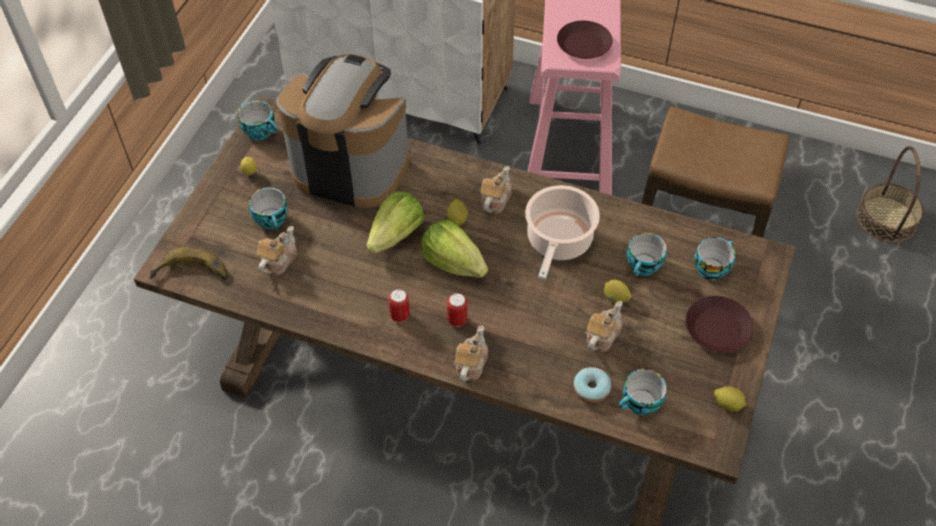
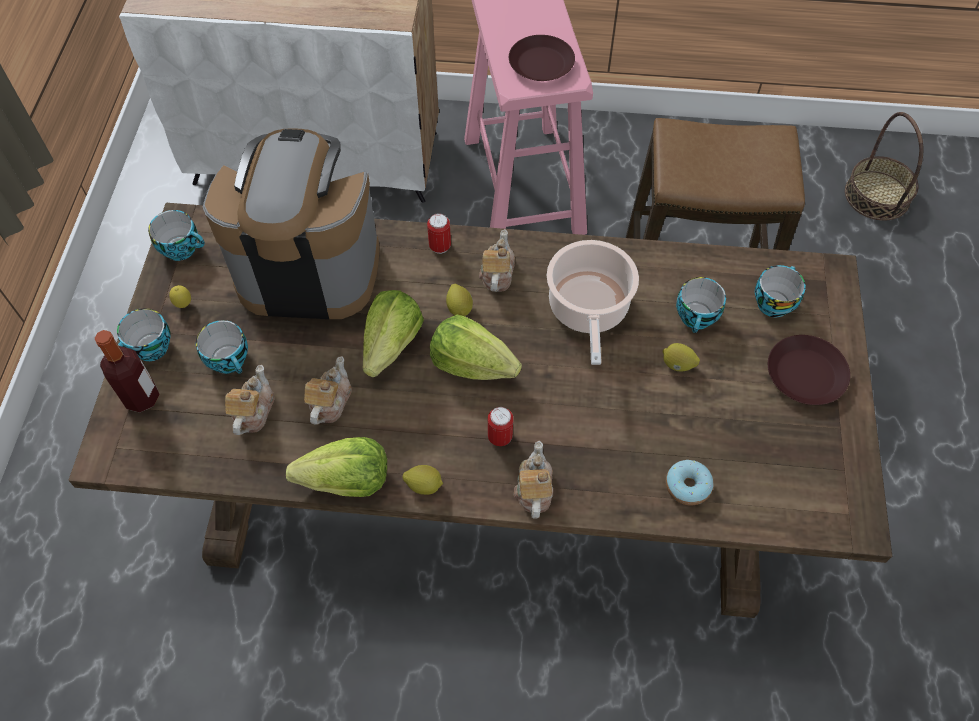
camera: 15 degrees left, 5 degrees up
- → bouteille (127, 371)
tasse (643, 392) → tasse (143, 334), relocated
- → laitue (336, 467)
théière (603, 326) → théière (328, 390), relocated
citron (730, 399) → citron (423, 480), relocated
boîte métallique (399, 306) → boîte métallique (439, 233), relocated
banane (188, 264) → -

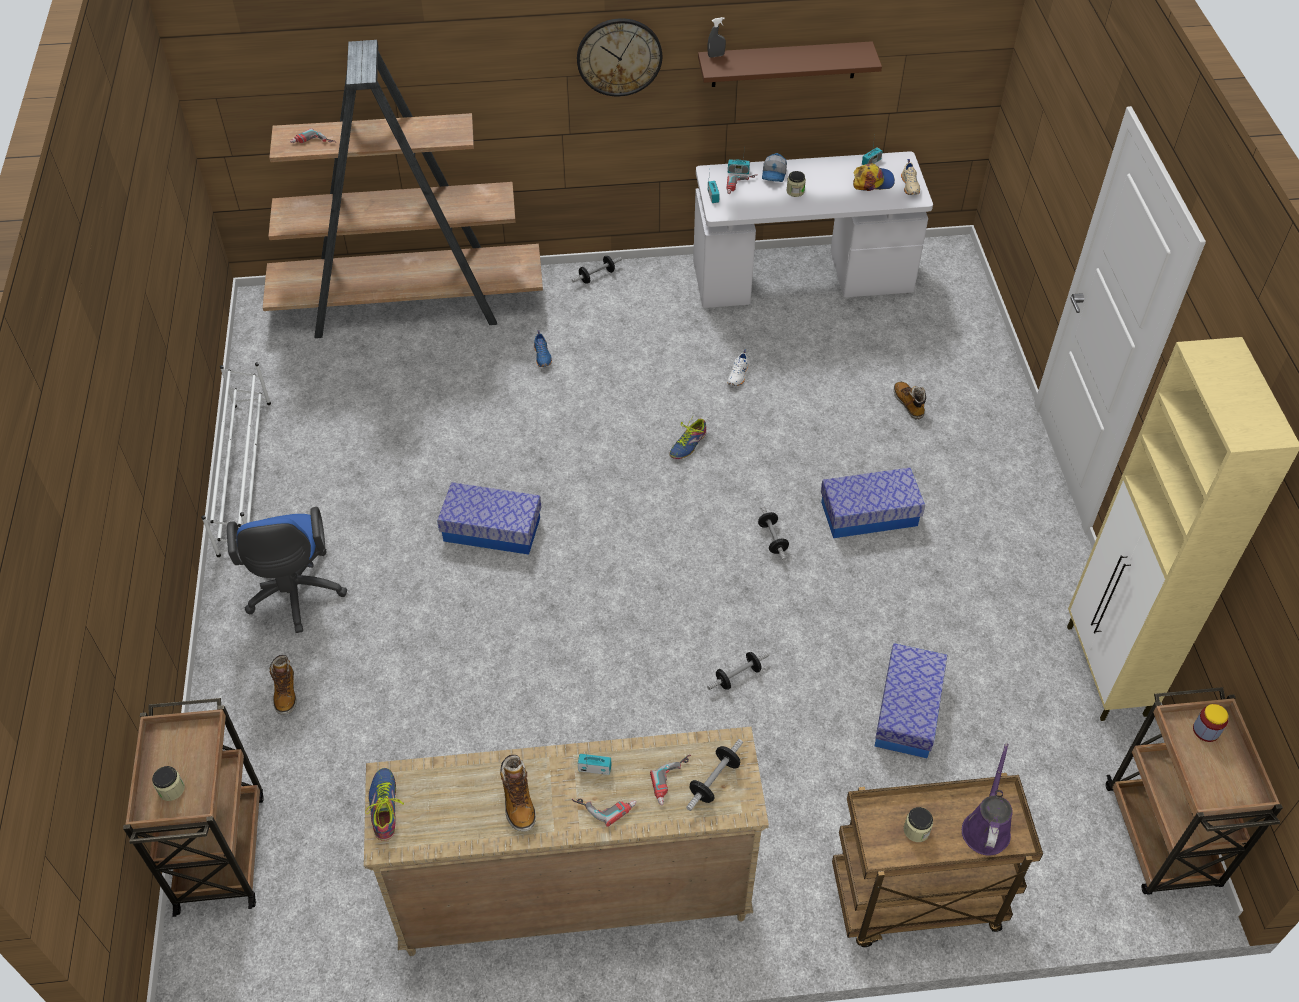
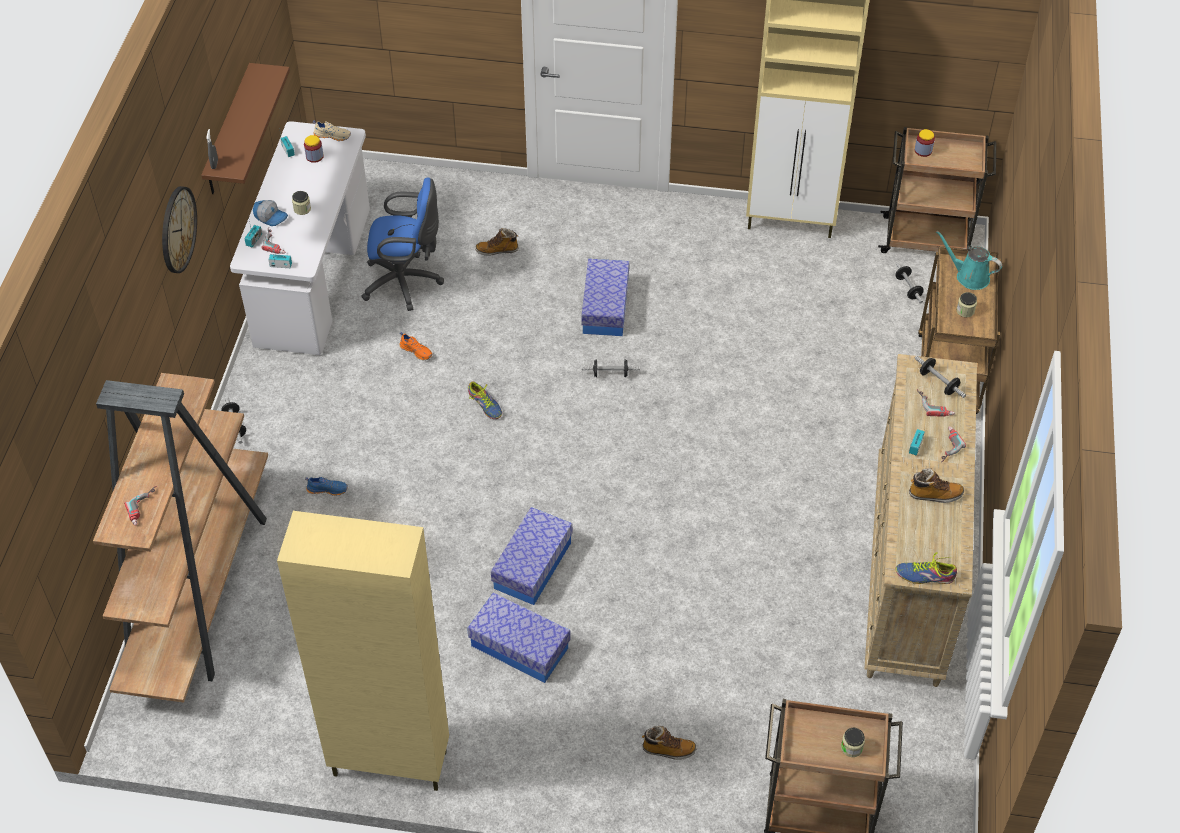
camera: 75 degrees left, 0 degrees up
étagère à chaussures/blanc (236, 459) → meuble de rangement/beige (363, 651)
casquette (874, 177) → bocal (314, 149)
chaise de bureau/bleu (287, 570) → chaise de bureau/bleu (402, 244), relocated
chaussure/blanc (738, 367) → chaussure/orange (415, 346)
boîte de rangement (910, 700) → boîte de rangement (519, 638), relocated
haltère (738, 671) → haltère (909, 283), relocated
arrosoir/violet (987, 799) → arrosoir/turquoise (969, 260)

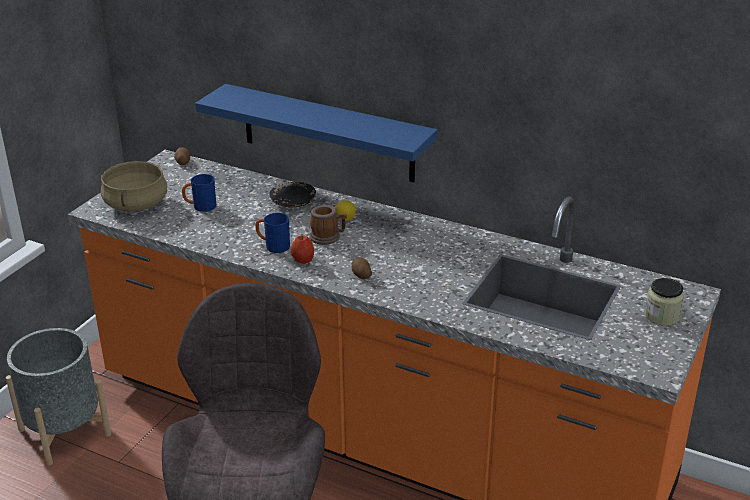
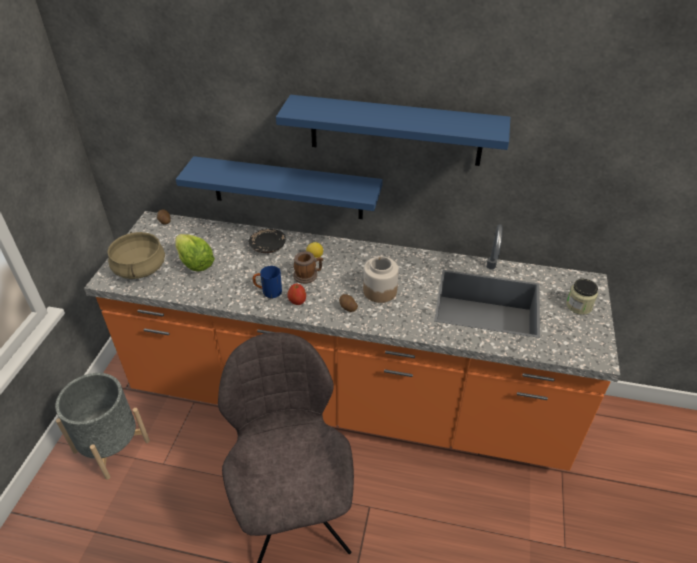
camera: 15 degrees left, 10 degrees up
mug/bleu (199, 193) → laitue (195, 252)
- → étagère/bleu (393, 130)
- → bocal (381, 279)

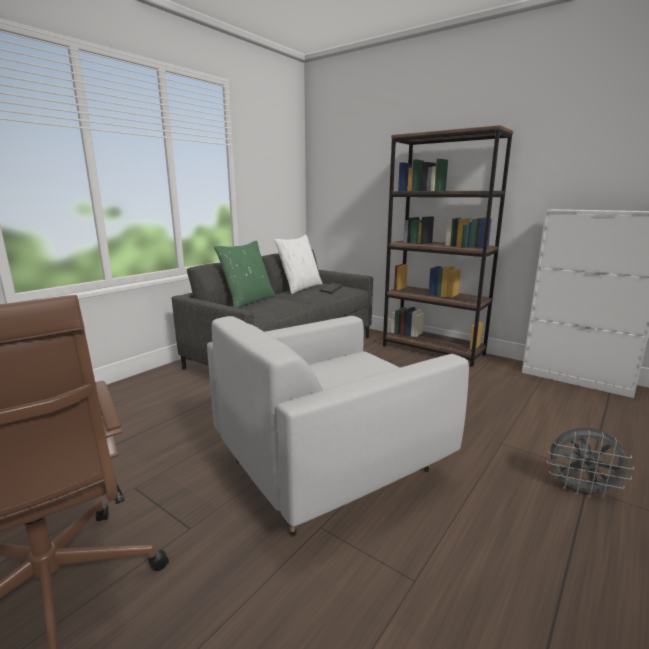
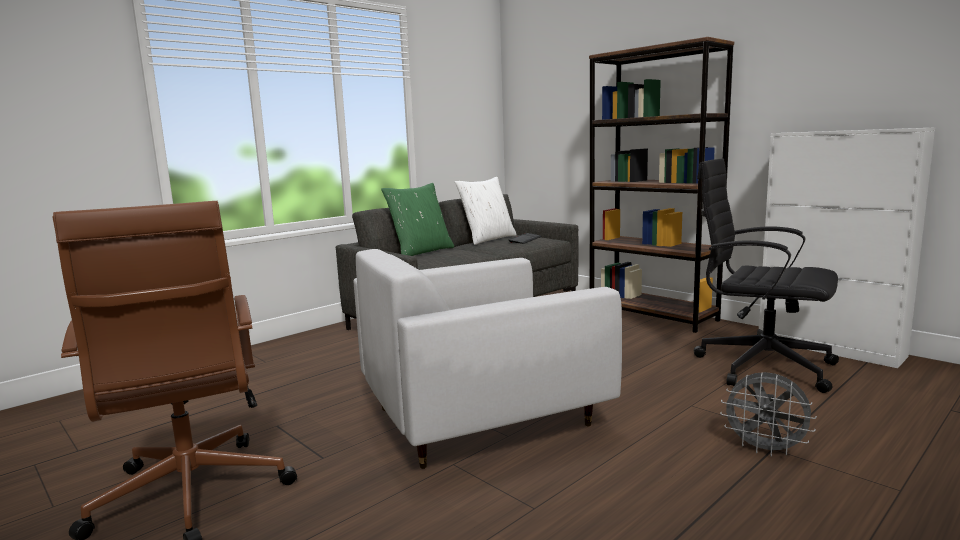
camera: 10 degrees right, 5 degrees down
- → chaise de bureau/noir (766, 275)

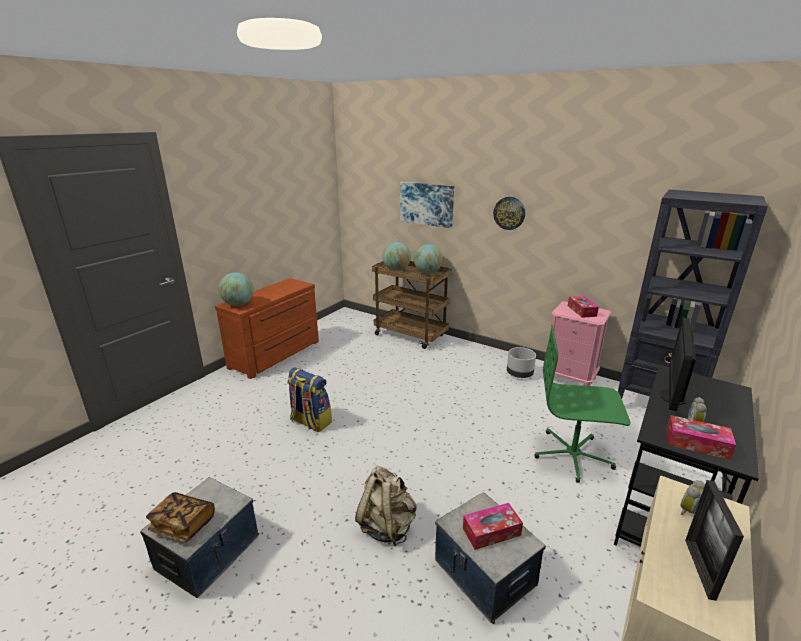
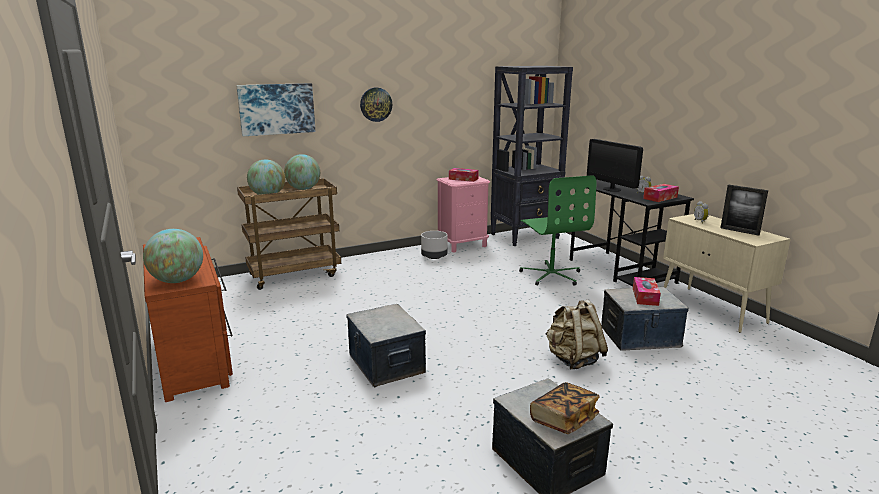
camera: 60 degrees left, 5 degrees down
sac à dos (309, 400) → boîte de rangement (386, 345)
chaise de bureau/vert (582, 404) → chaise de bureau/vert (557, 230), 60 degrees counterclockwise

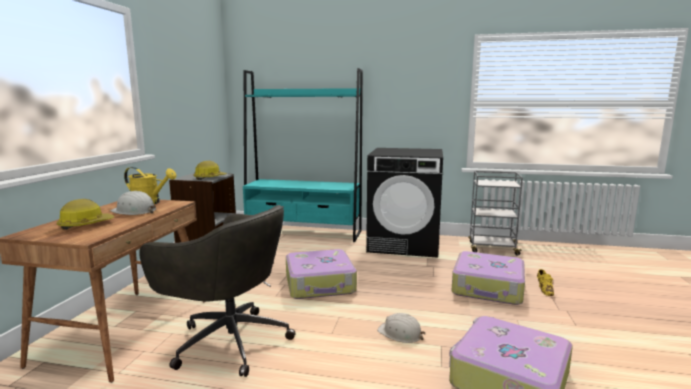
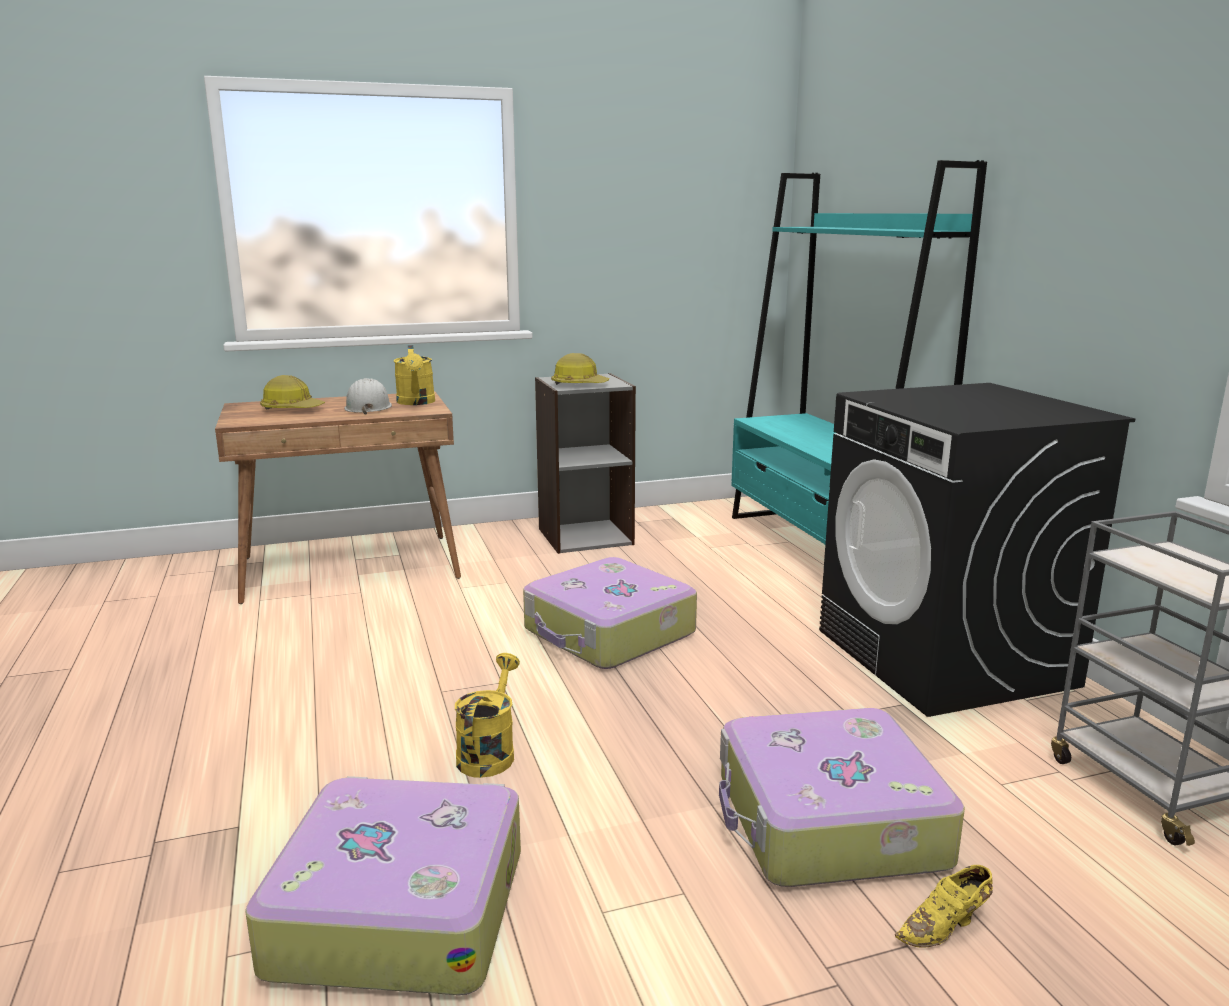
camera: 60 degrees right, 5 degrees up
casque de chantier/blanc (401, 328) → arrosoir/jaune (487, 715)
chaise de bureau/gris (217, 291) → -

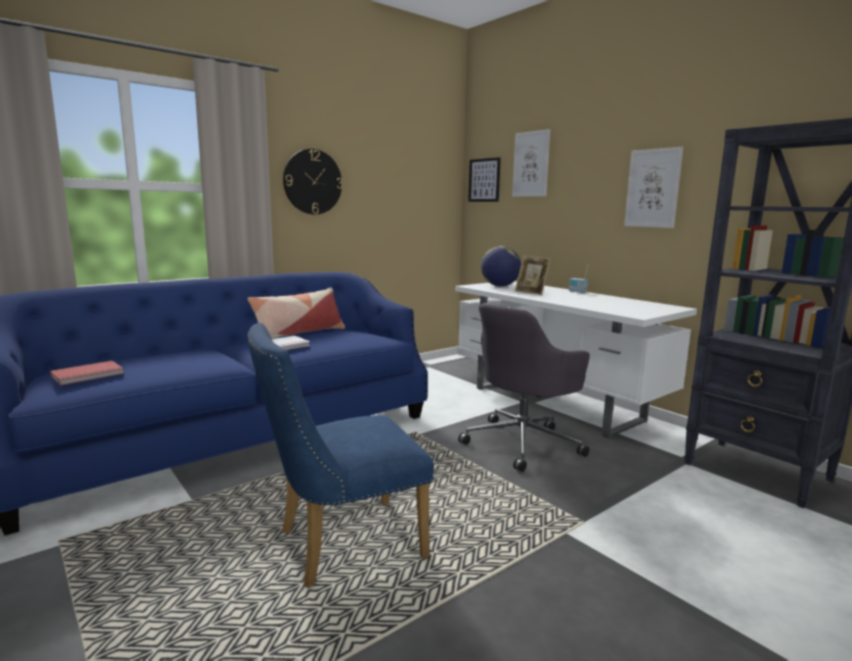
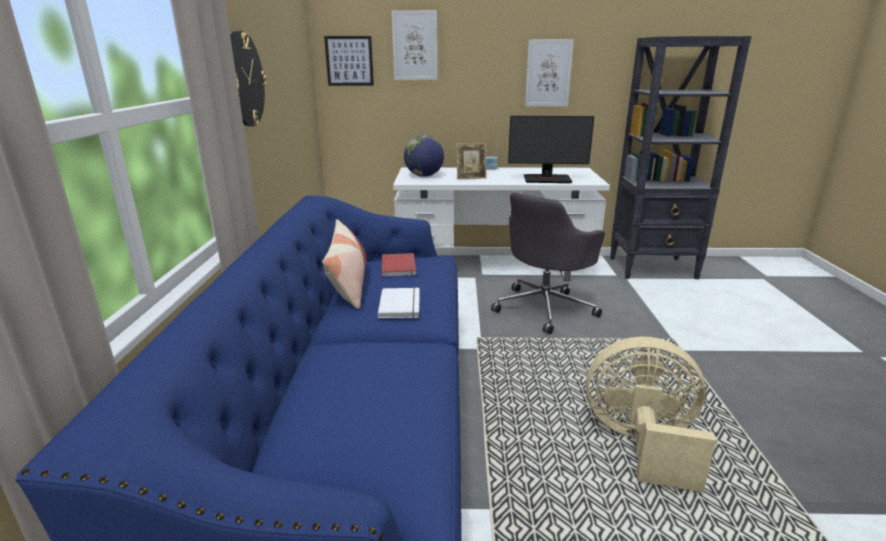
camera: 50 degrees left, 10 degrees up
livre/rouge (87, 373) → livre/rouge (398, 265), relocated
chaise de bureau/gris (524, 387) → chaise de bureau/gris (548, 263), 45 degrees clockwise
- → écran d'ordinateur (551, 149)
chaise/bleu (340, 455) → ventilateur/beige (651, 415)

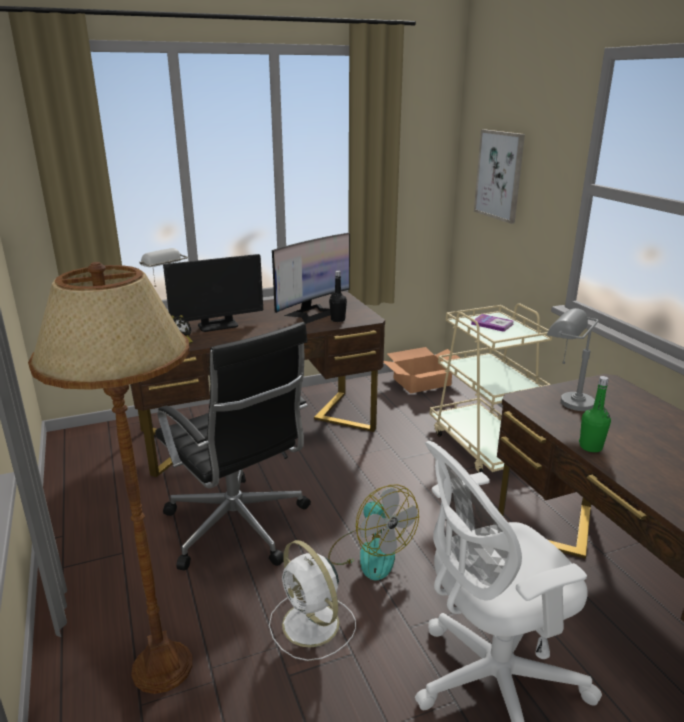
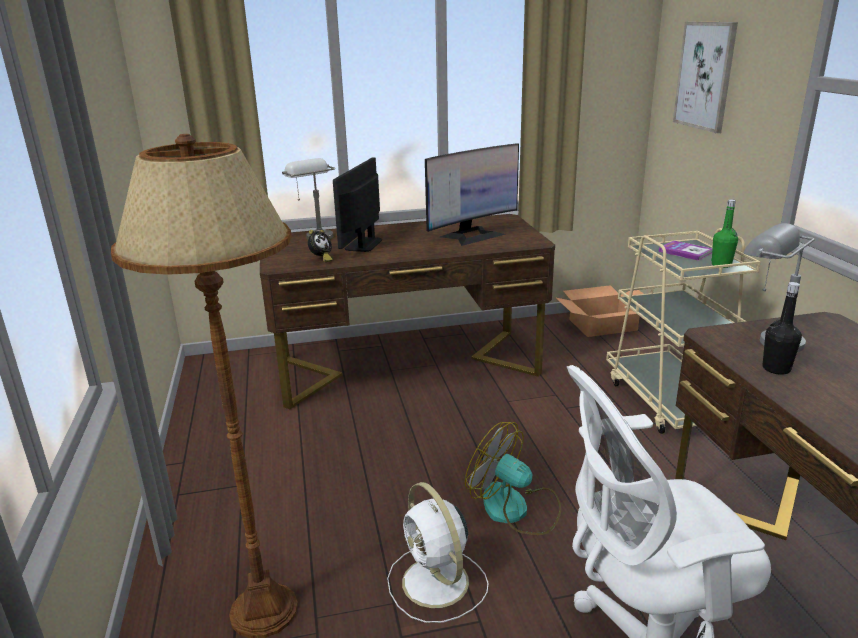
camera: 10 degrees right, 0 degrees up
écran d'ordinateur (213, 293) → écran d'ordinateur (357, 205), 120 degrees clockwise
ventilateur (373, 532) → ventilateur (513, 478), 150 degrees clockwise
bouteille/vert (595, 414) → bouteille/vert (724, 233), relocated
bouteille/noir (338, 296) → bouteille/noir (782, 328), relocated
chaise de bureau/noir (233, 446) → -

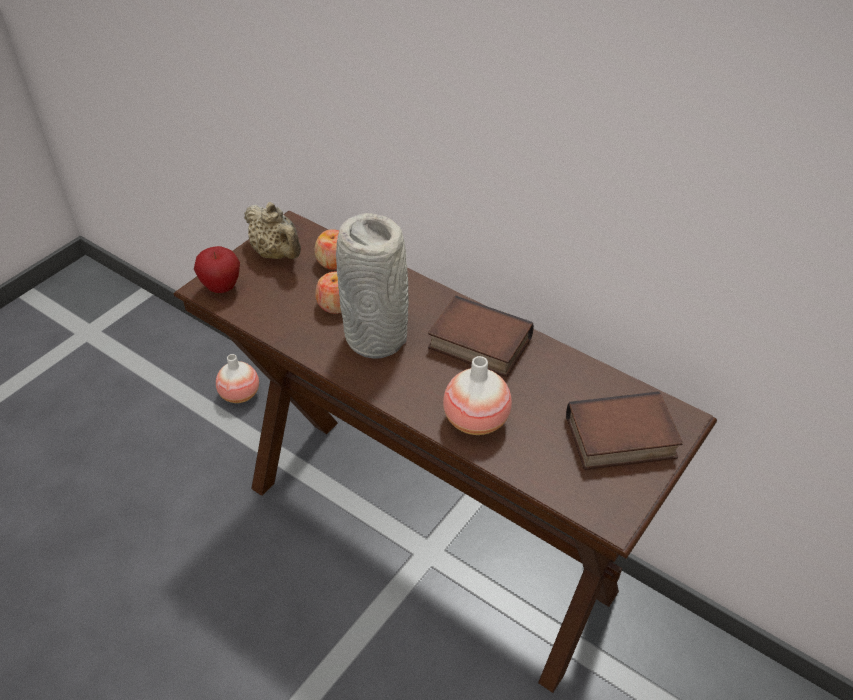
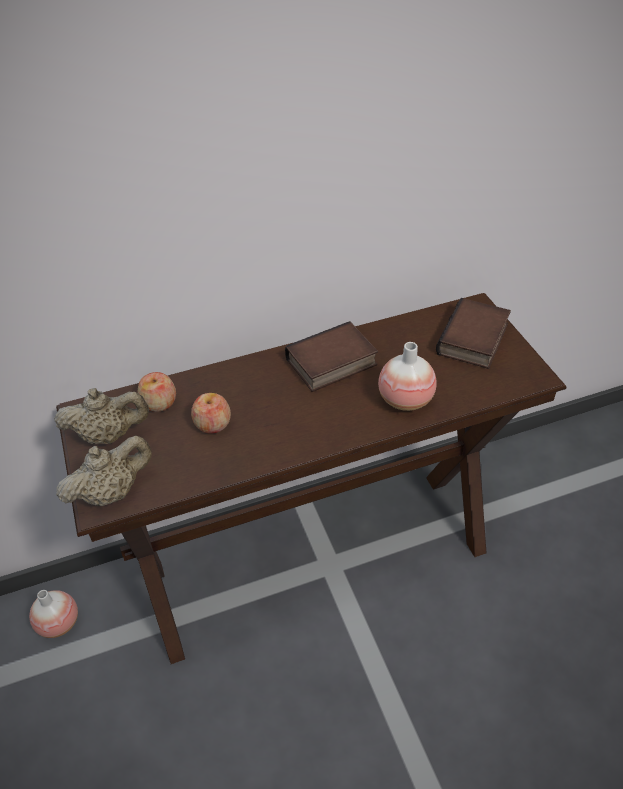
camera: 55 degrees left, 0 degrees up
pomme (217, 269) → théière/beige (104, 470)
vase/gris (372, 286) → -

